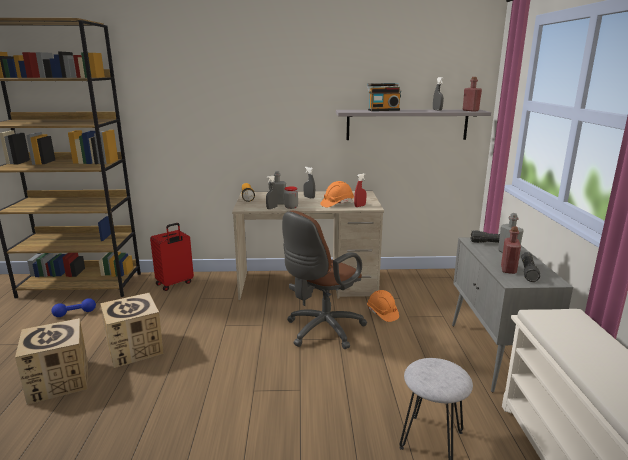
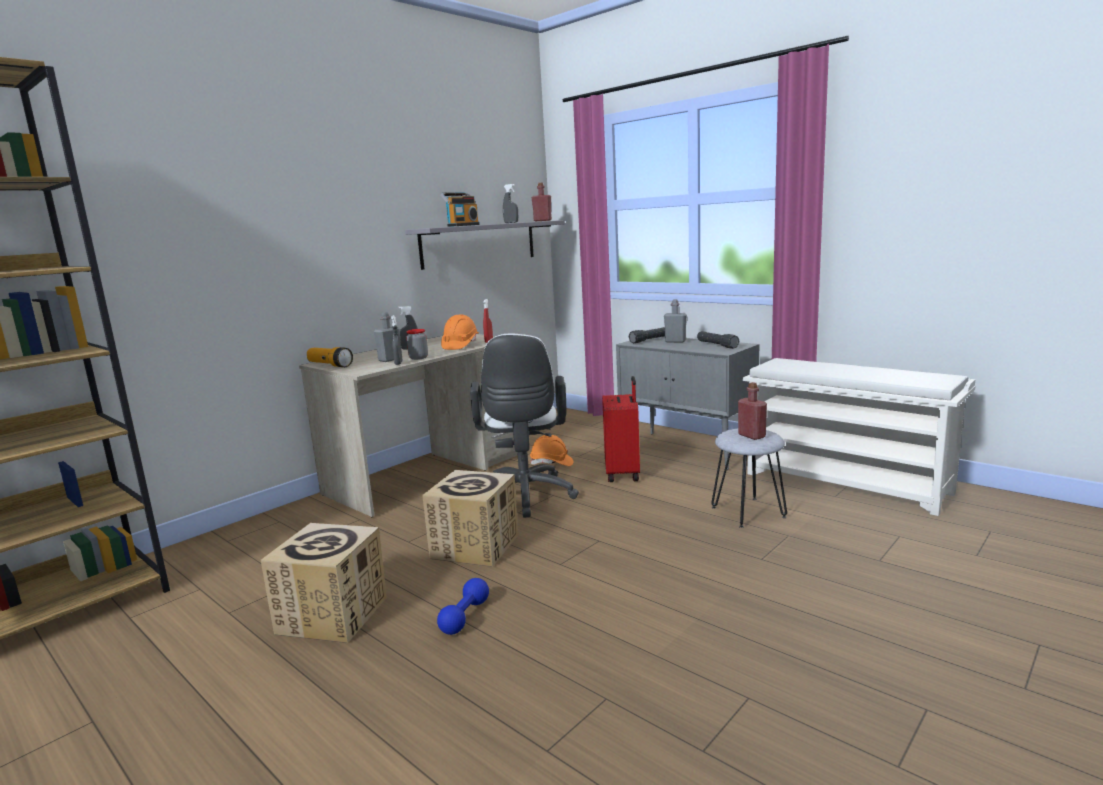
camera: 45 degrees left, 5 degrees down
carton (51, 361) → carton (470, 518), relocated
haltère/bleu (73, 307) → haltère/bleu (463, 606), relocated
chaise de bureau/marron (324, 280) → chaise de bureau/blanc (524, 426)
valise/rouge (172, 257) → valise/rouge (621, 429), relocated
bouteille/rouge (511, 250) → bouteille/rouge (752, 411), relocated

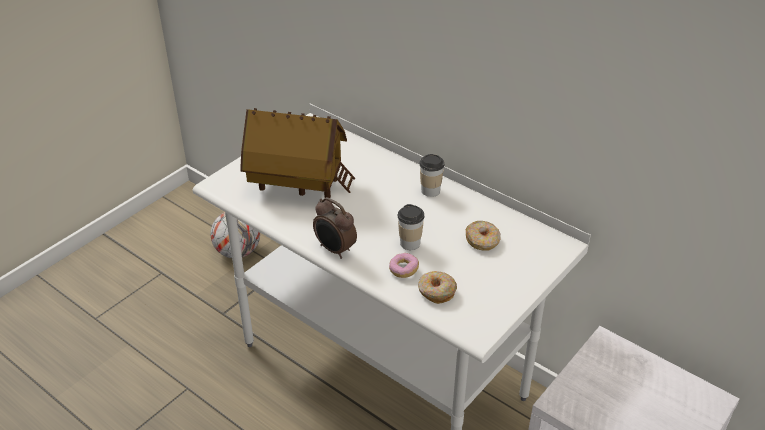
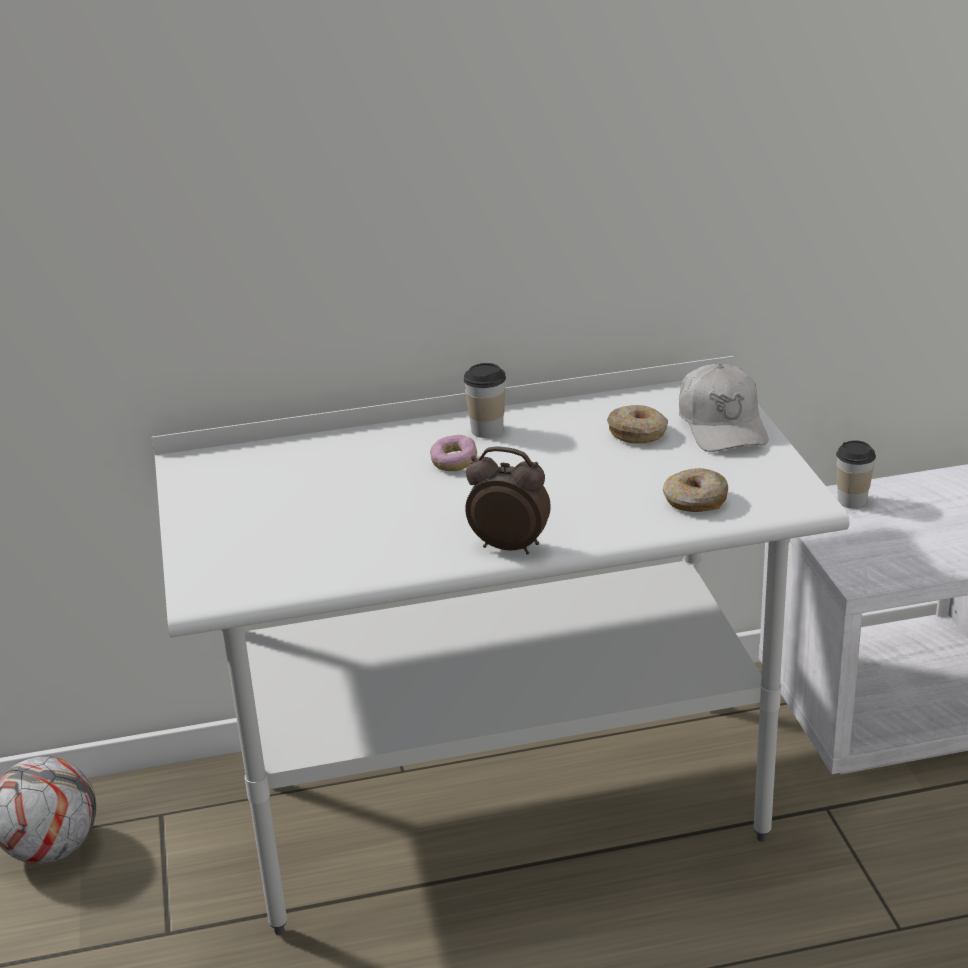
camera: 50 degrees left, 10 degrees down
beignet (404, 265) → beignet (453, 453), relocated
réveil (335, 228) → réveil (508, 500), 150 degrees counterclockwise
- → casquette/blanc (724, 408)
tasse (411, 227) → tasse (856, 474), relocated
maison miniature (297, 153) → -

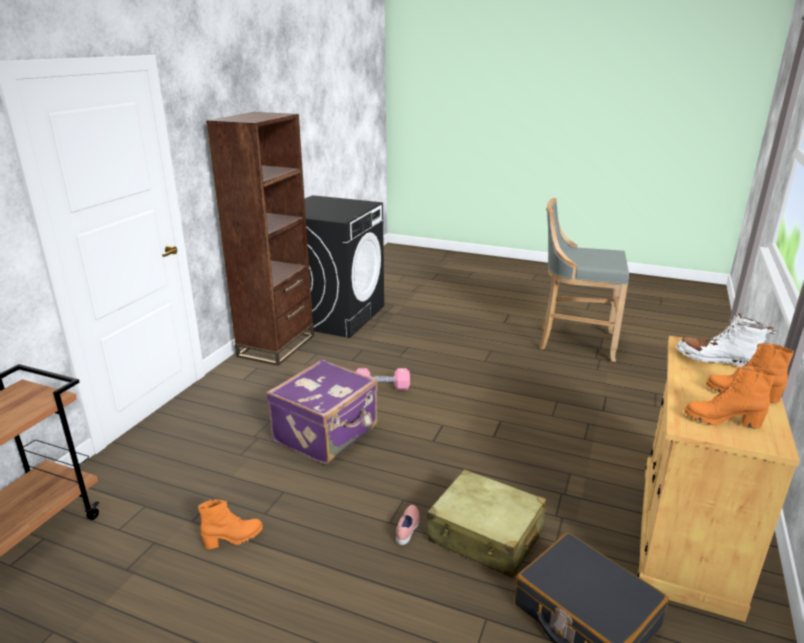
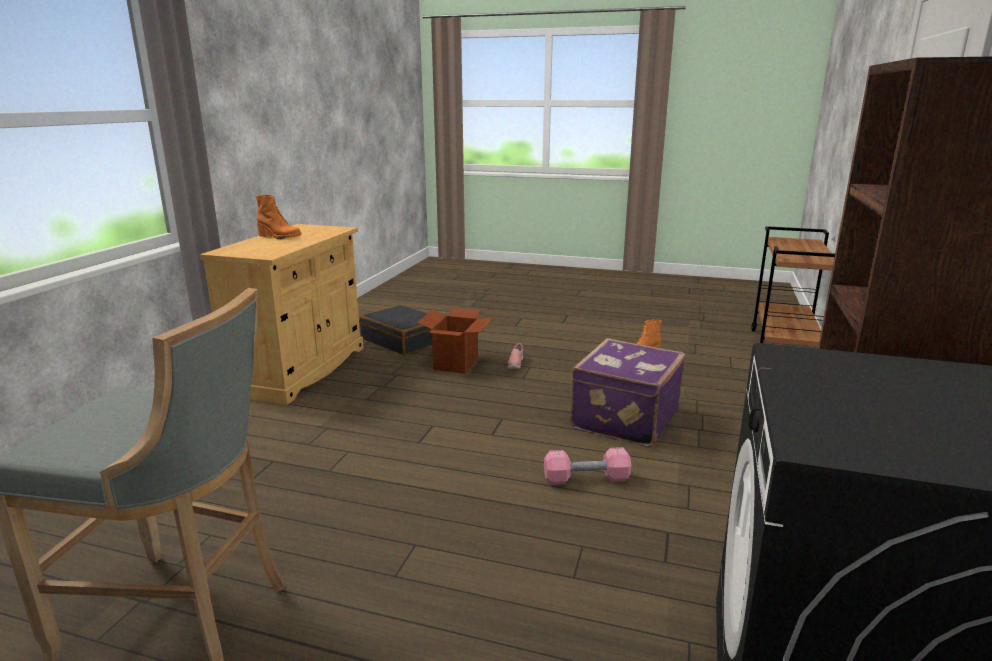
camera: 175 degrees right, 5 degrees down
valise/beige (486, 523) → carton (455, 341)
botte/blanc (726, 339) → -
botte/orange (730, 397) → -

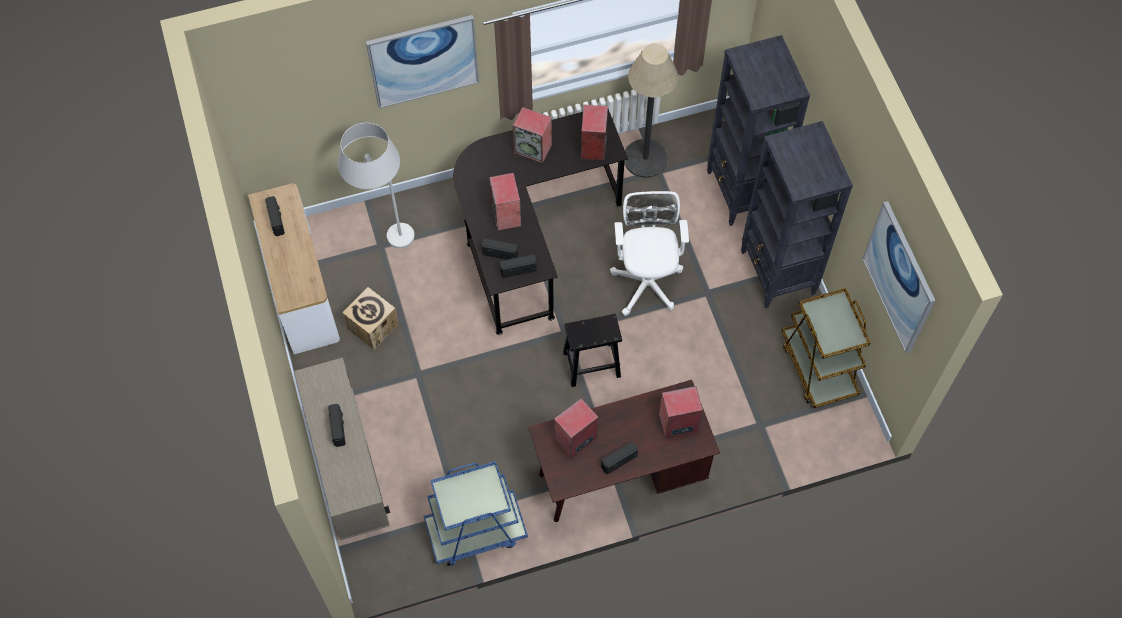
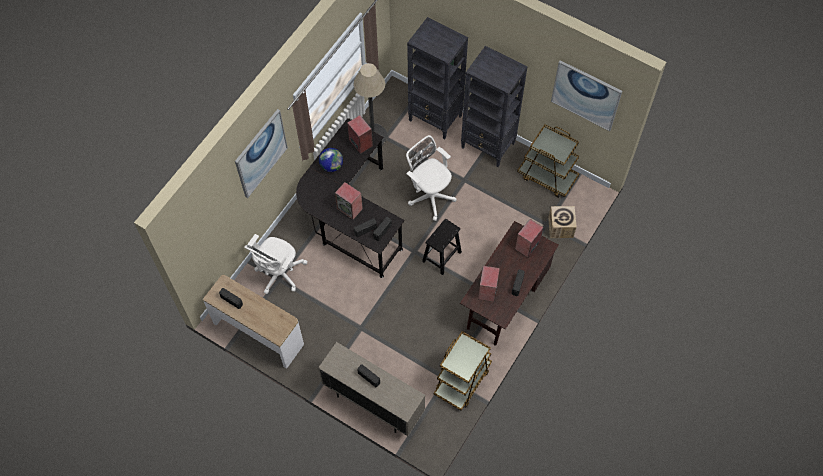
camera: 40 degrees left, 0 degrees up
lampadaire/blanc (376, 185) → chaise de bureau/blanc (275, 264)
enceinte (532, 135) → globe (331, 160)
chariot/bleu (476, 513) → chariot/marron (463, 370)
carton (370, 318) → carton (562, 222), relocated

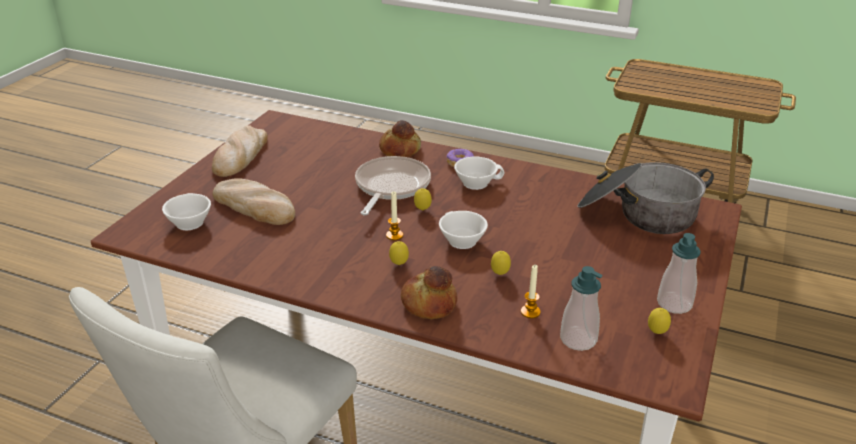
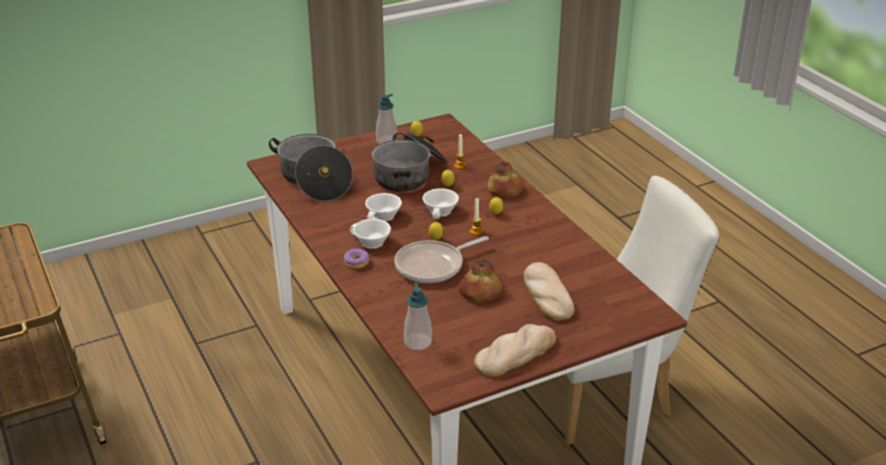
camera: 140 degrees left, 0 degrees up
tasse/blanc (186, 211) → tasse/blanc (383, 207), relocated
- → marmite (410, 162)
distributeur de savon (581, 308) → distributeur de savon (418, 316), relocated
pain (400, 138) → pain (481, 281), relocated

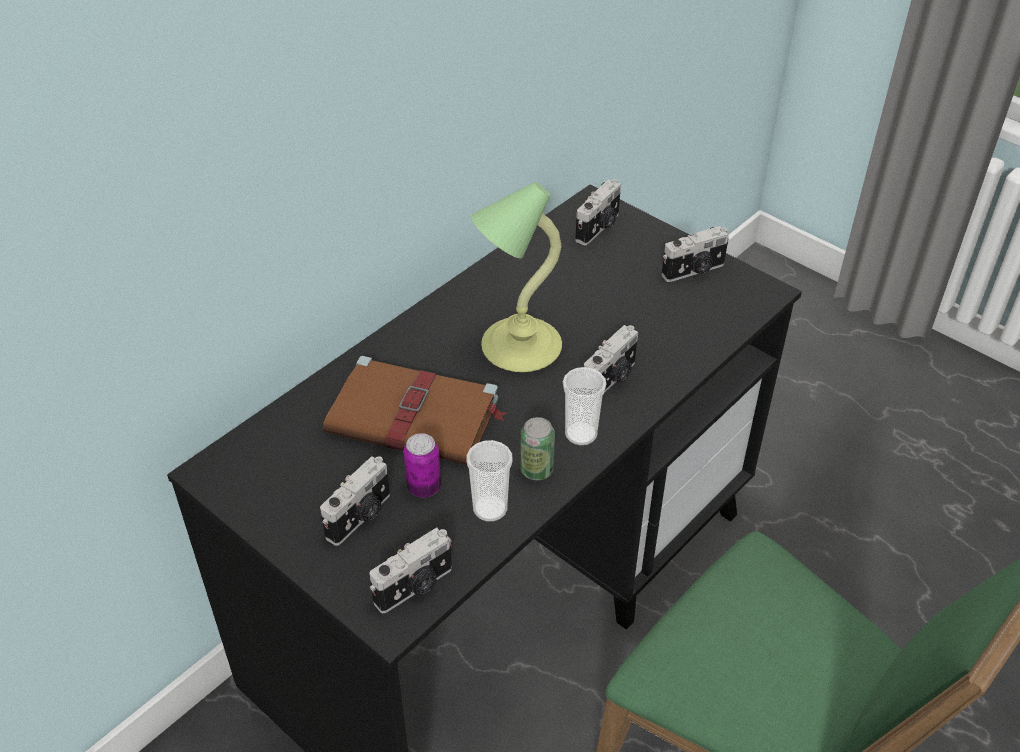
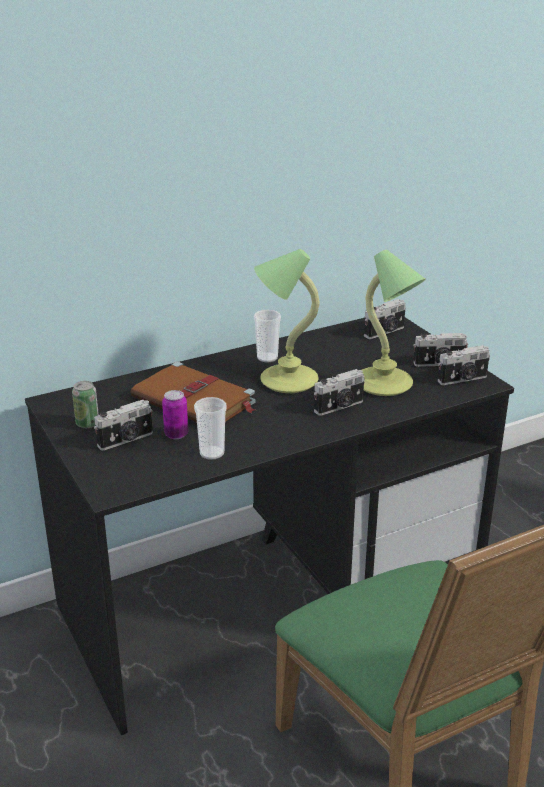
camera: 20 degrees right, 15 degrees down
boîte métallique (537, 448) → boîte métallique (85, 404), relocated
tasse (584, 406) → tasse (267, 336), relocated
- → lampe de table (394, 322)
appareil photo (410, 570) → appareil photo (464, 365), relocated

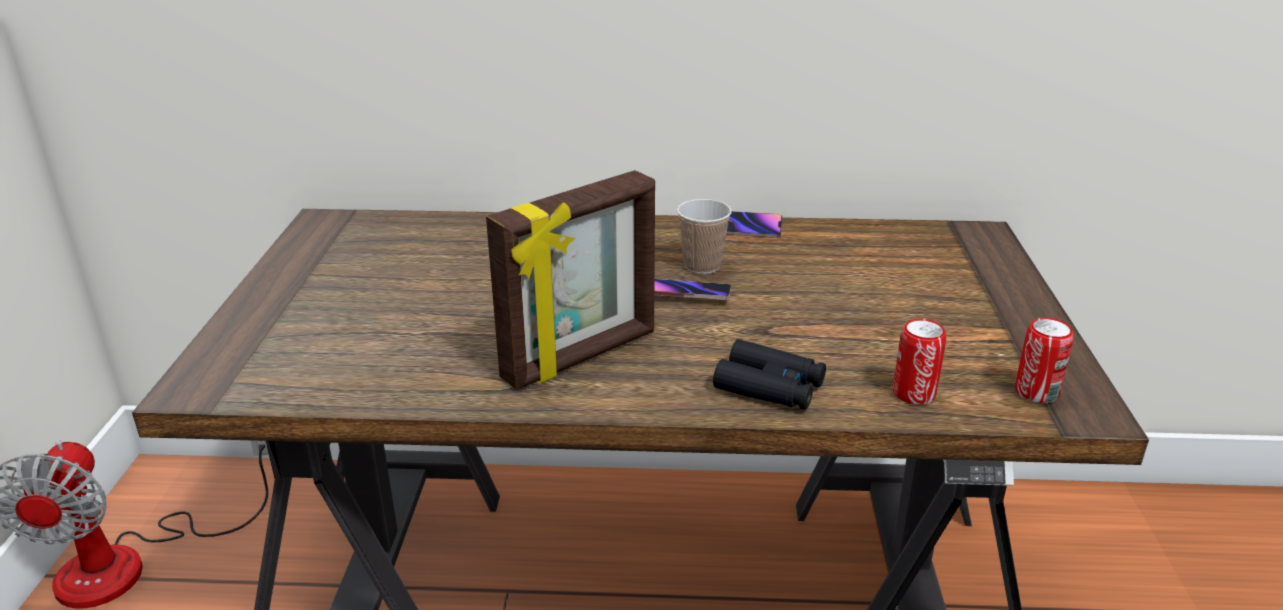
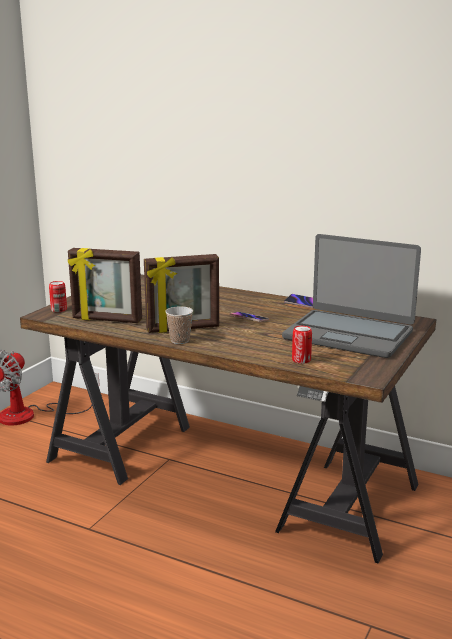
camera: 25 degrees right, 10 degrees down
boîte métallique (1044, 360) → boîte métallique (58, 296), relocated
- → cadre photo (105, 285)
tasse (704, 236) → tasse (179, 325), relocated
- → ordinateur portable (351, 296)
jumelles/noir (769, 374) → -

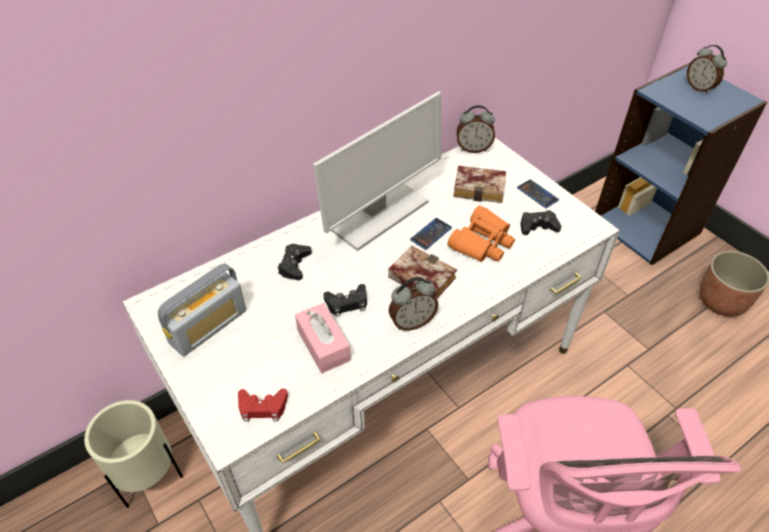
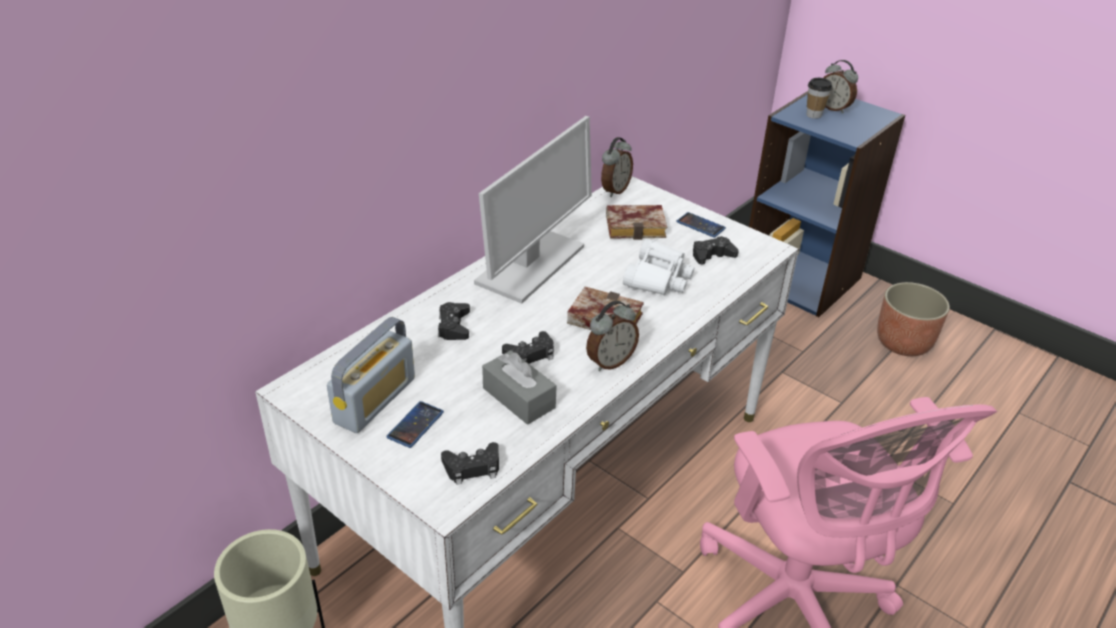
camera: 15 degrees left, 10 degrees down
téléphone (431, 234) → téléphone (415, 424), relocated
manette/rouge (263, 405) → manette/noir (470, 463)
boîte à mouchoirs/rose (323, 338) → boîte à mouchoirs/gris (519, 387)
réveil (475, 129) → réveil (617, 167), 45 degrees counterclockwise
jumelles/orange (481, 233) → jumelles/blanc (658, 267)
- → tasse (819, 98)

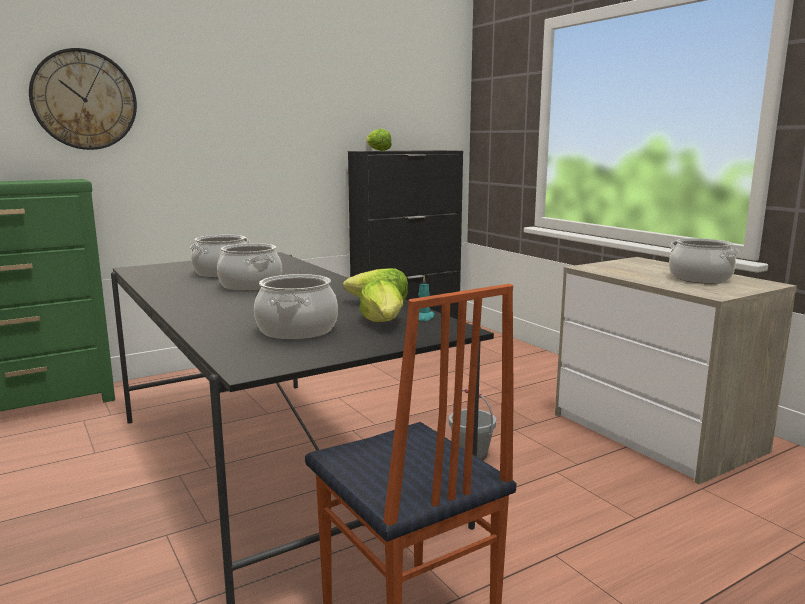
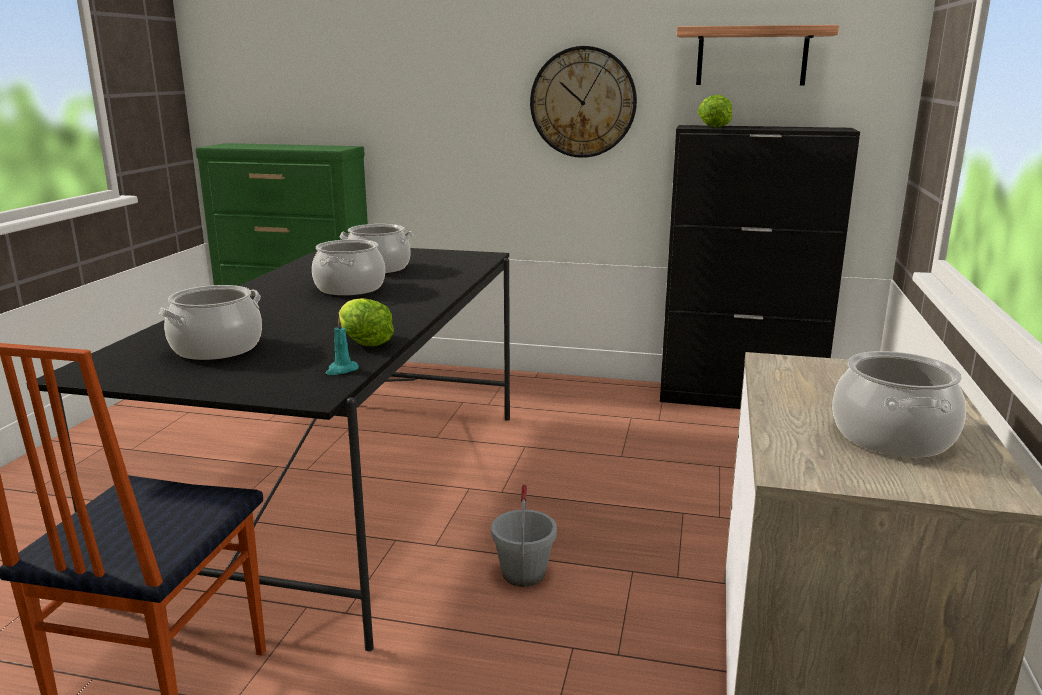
camera: 45 degrees right, 5 degrees up
horloge murale (83, 99) → horloge murale (583, 102), relocated
- → étagère (758, 55)
laitue (381, 300) → -

